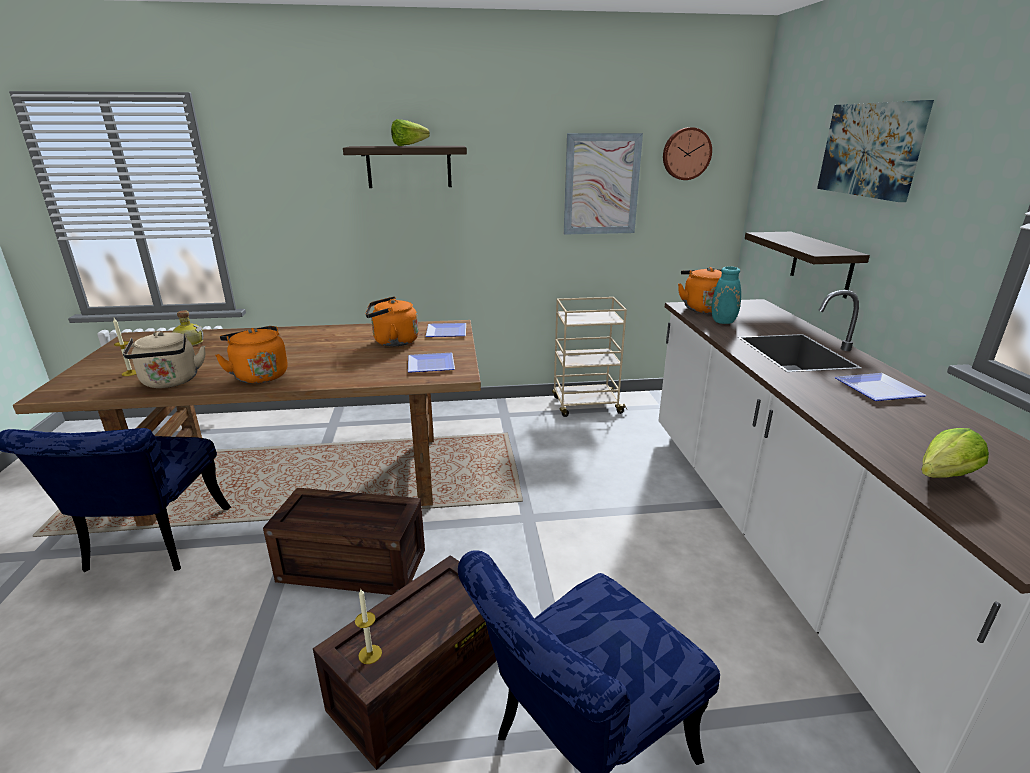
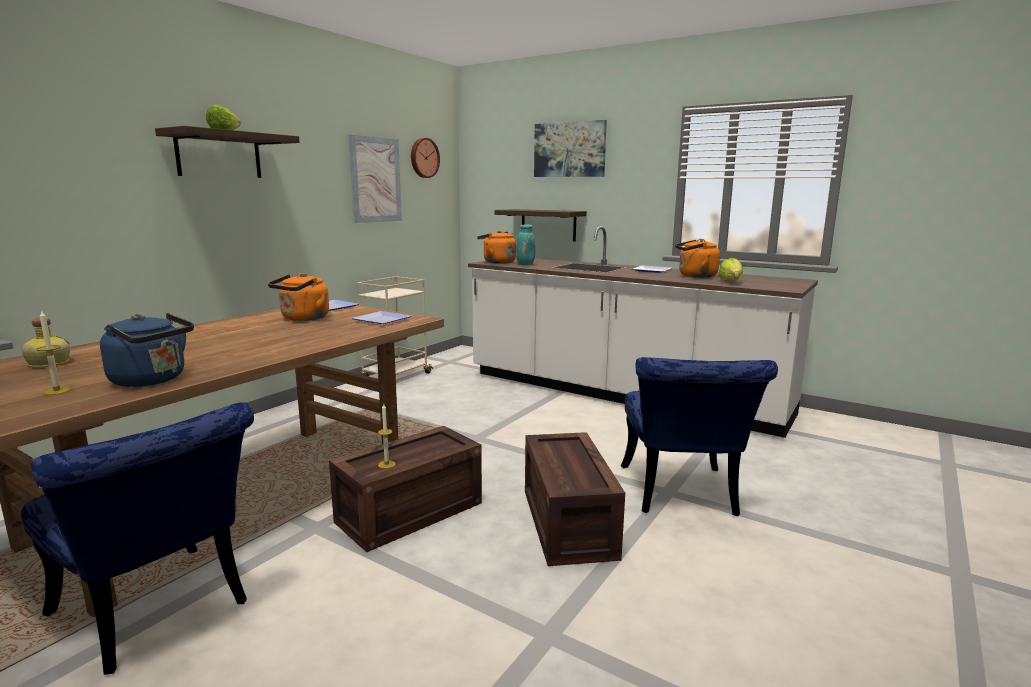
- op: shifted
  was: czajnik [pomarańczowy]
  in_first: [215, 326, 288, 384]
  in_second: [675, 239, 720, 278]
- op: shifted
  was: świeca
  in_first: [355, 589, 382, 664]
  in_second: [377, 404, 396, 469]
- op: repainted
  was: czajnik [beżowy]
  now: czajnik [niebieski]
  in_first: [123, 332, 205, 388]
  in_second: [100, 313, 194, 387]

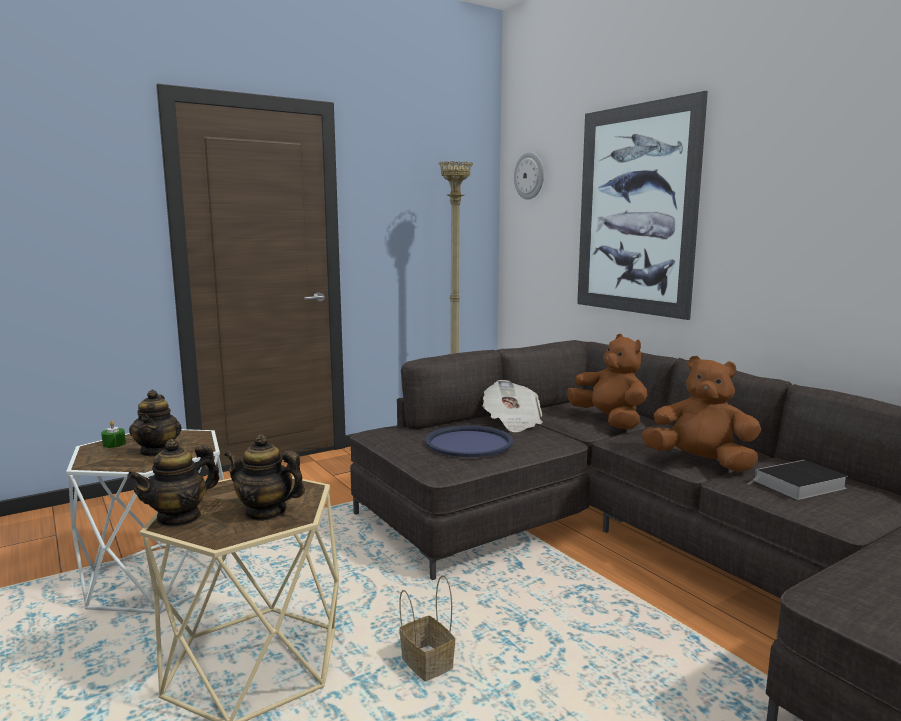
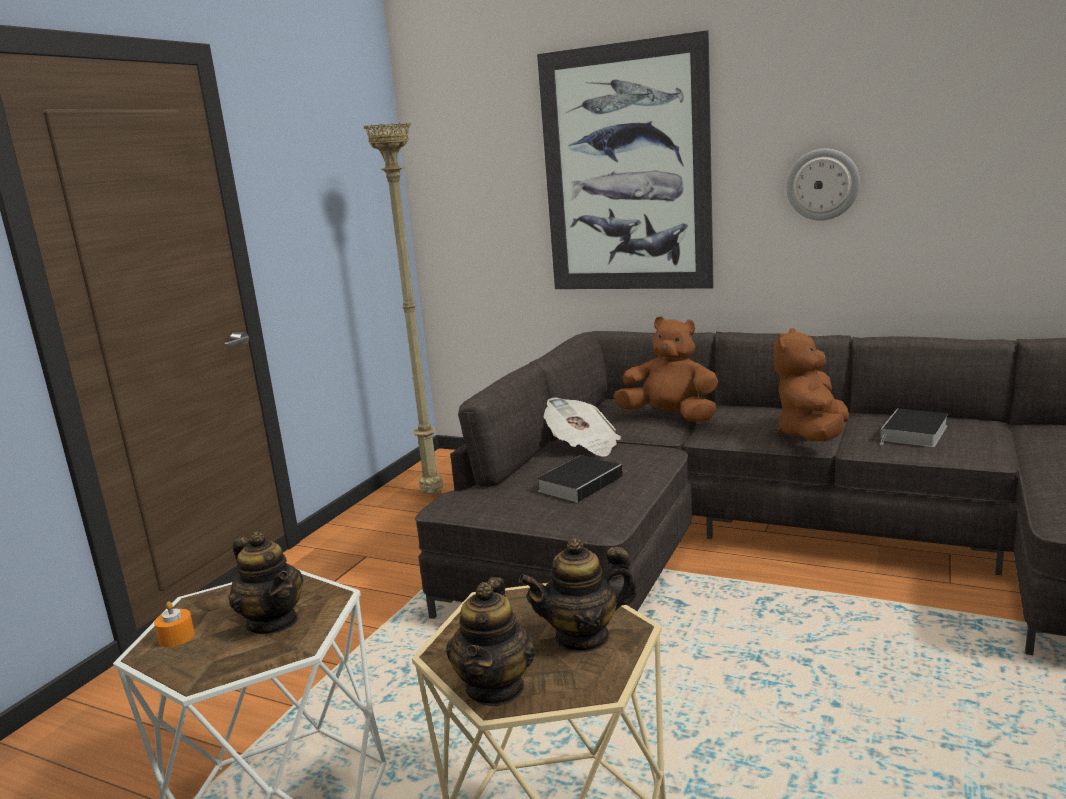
- op: gone
  was: koszyk
  in_first: [399, 575, 455, 681]
- op: shifted
  was: zegar ścienny
  in_first: [514, 152, 544, 200]
  in_second: [786, 148, 860, 221]
- op: swapped
  was: taca [niebieski]
  now: książka
  in_first: [425, 425, 513, 457]
  in_second: [537, 455, 626, 502]
- op: repainted
  was: świeca [zielony]
  now: świeca [pomarańczowy]
  in_first: [101, 421, 126, 448]
  in_second: [154, 601, 195, 647]
- op: rotated
  was: pluszak [brązowy]
  in_first: [641, 356, 761, 472]
  in_second: [774, 328, 849, 442]
  clockwise: -60

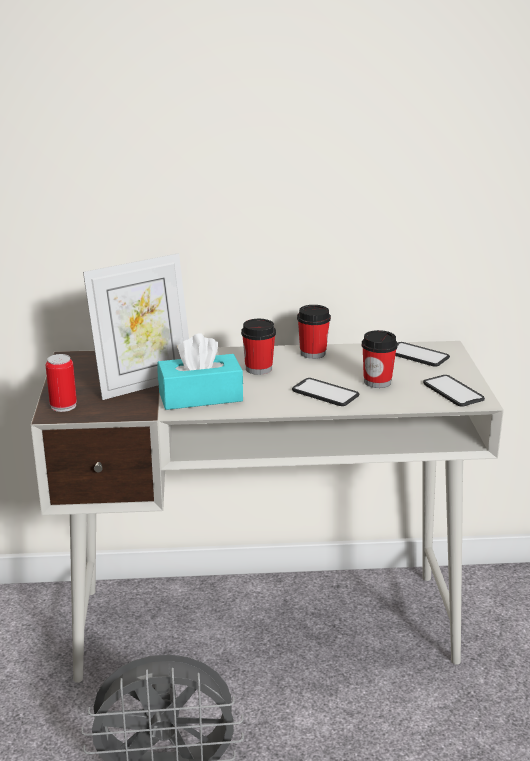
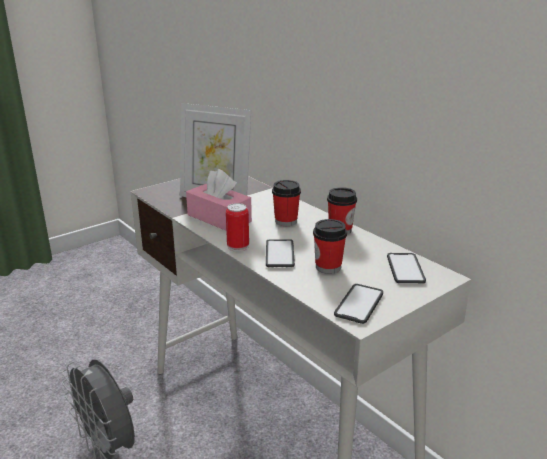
- op: shifted
  was: puszka
  in_first: [46, 354, 77, 412]
  in_second: [226, 203, 249, 252]
- op: repainted
  was: pudełko chusteczek [turkusowy]
  now: pudełko chusteczek [różowy]
  in_first: [157, 333, 243, 410]
  in_second: [186, 169, 252, 231]

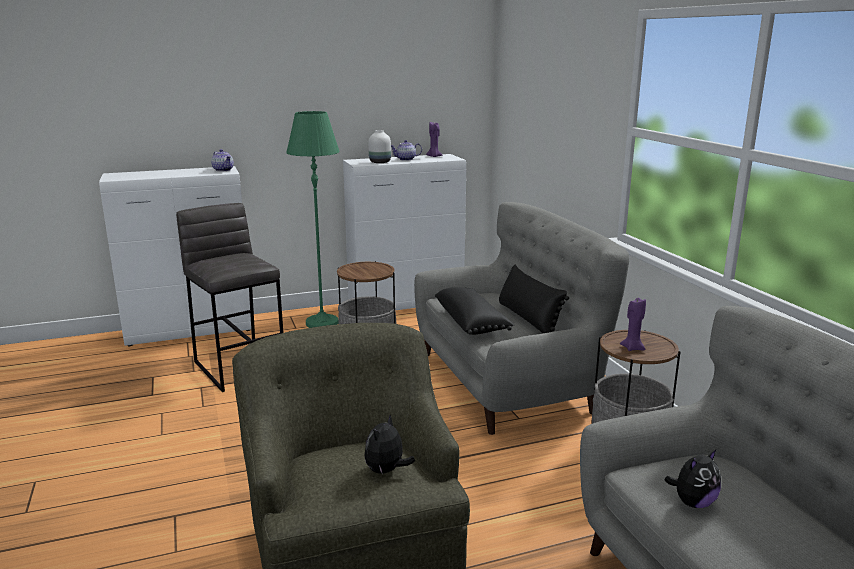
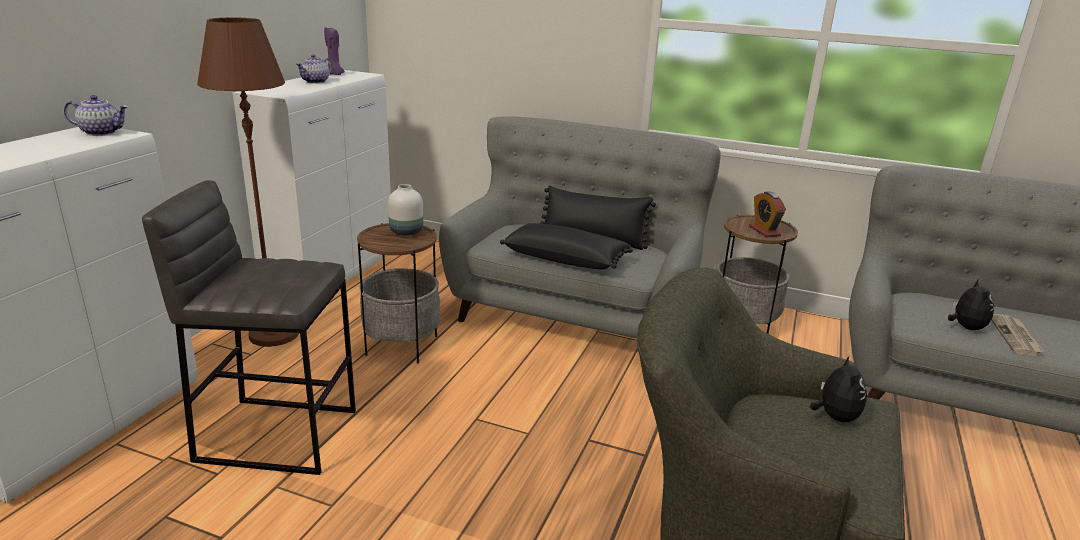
- op: new
  now: gazeta
  in_second: [991, 314, 1045, 356]
- op: shifted
  was: wazon [biały]
  in_first: [368, 130, 391, 163]
  in_second: [388, 184, 423, 236]
- op: swapped
  was: świeca [fioletowy]
  now: budzik
  in_first: [620, 298, 646, 351]
  in_second: [749, 191, 786, 238]
- op: repainted
  was: lampa stojąca [zielony]
  now: lampa stojąca [brązowy]
  in_first: [286, 111, 339, 328]
  in_second: [197, 17, 299, 347]
- op: rotated
  was: pluszak
  in_first: [365, 415, 415, 475]
  in_second: [810, 356, 867, 422]
  clockwise: -150

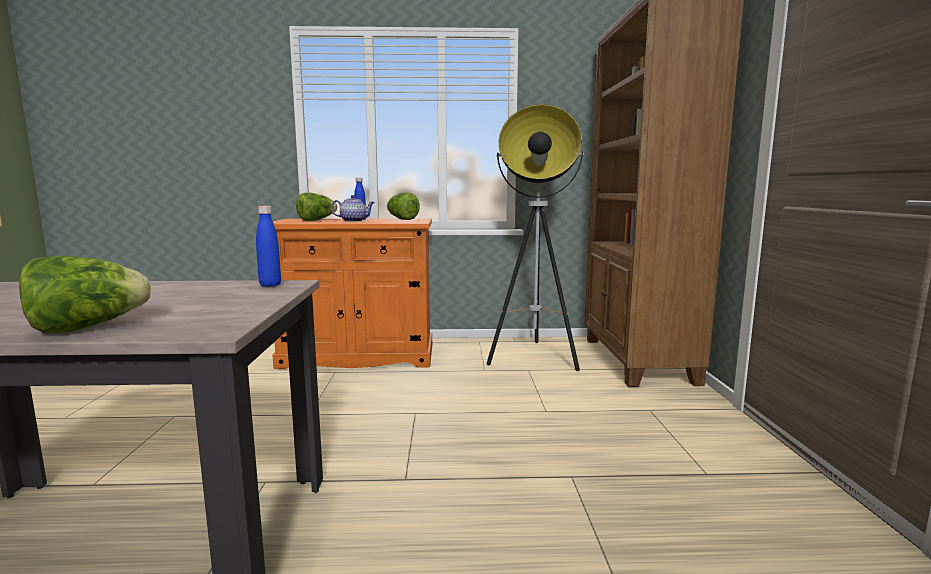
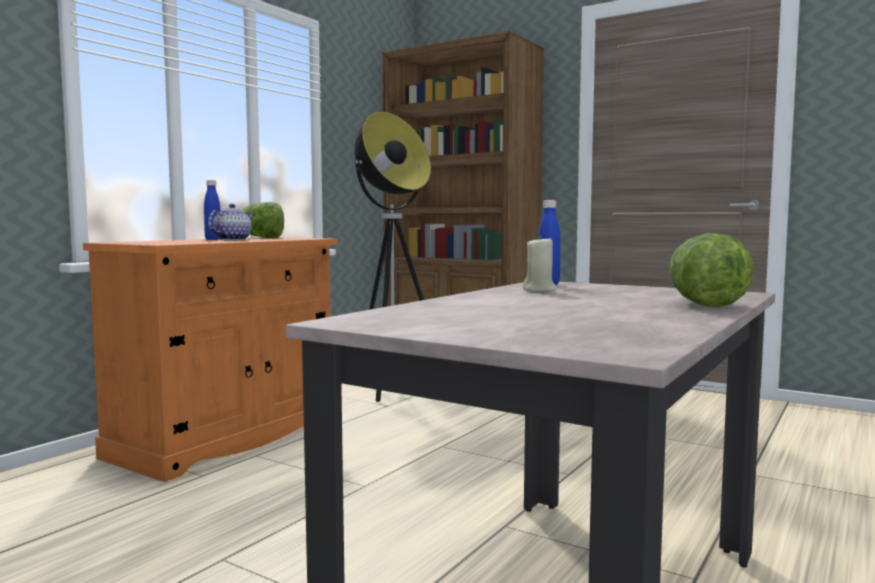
- op: gone
  was: sałata
  in_first: [296, 193, 337, 221]
- op: new
  now: świeca [beżowy]
  in_second: [523, 235, 557, 291]

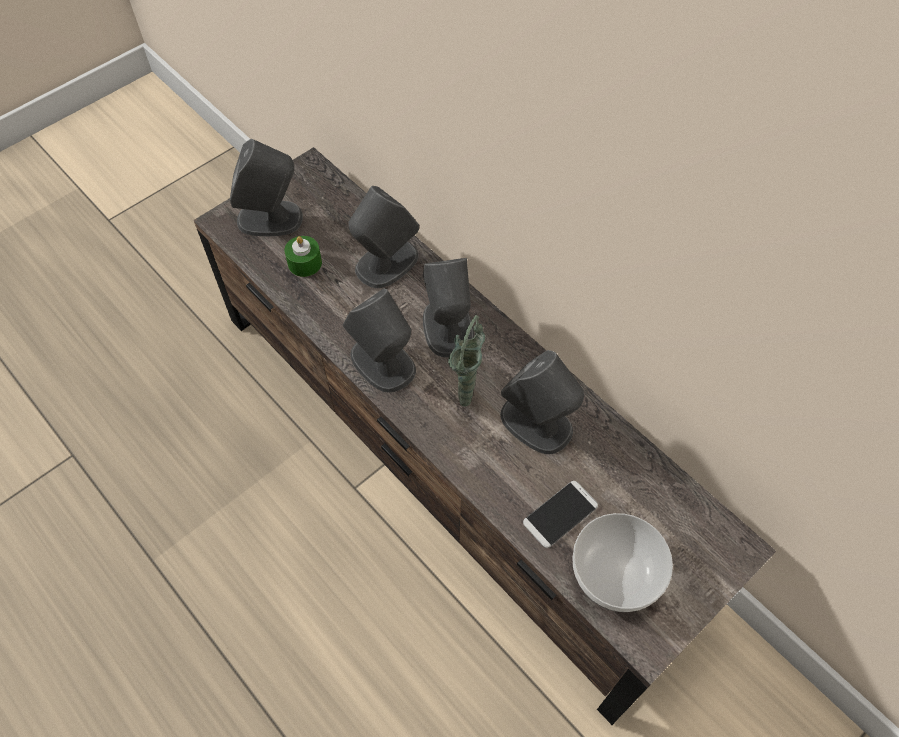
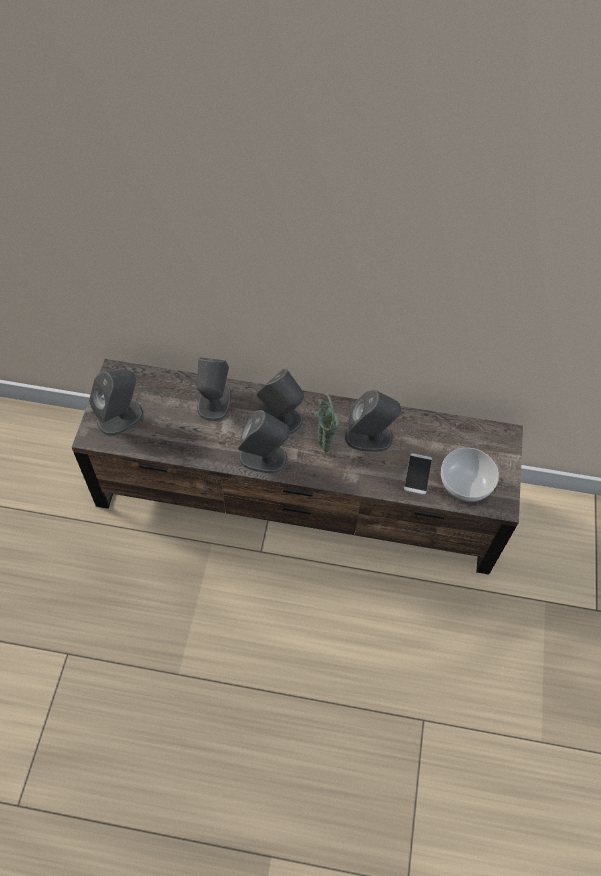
- op: gone
  was: świeca [zielony]
  in_first: [284, 236, 322, 277]

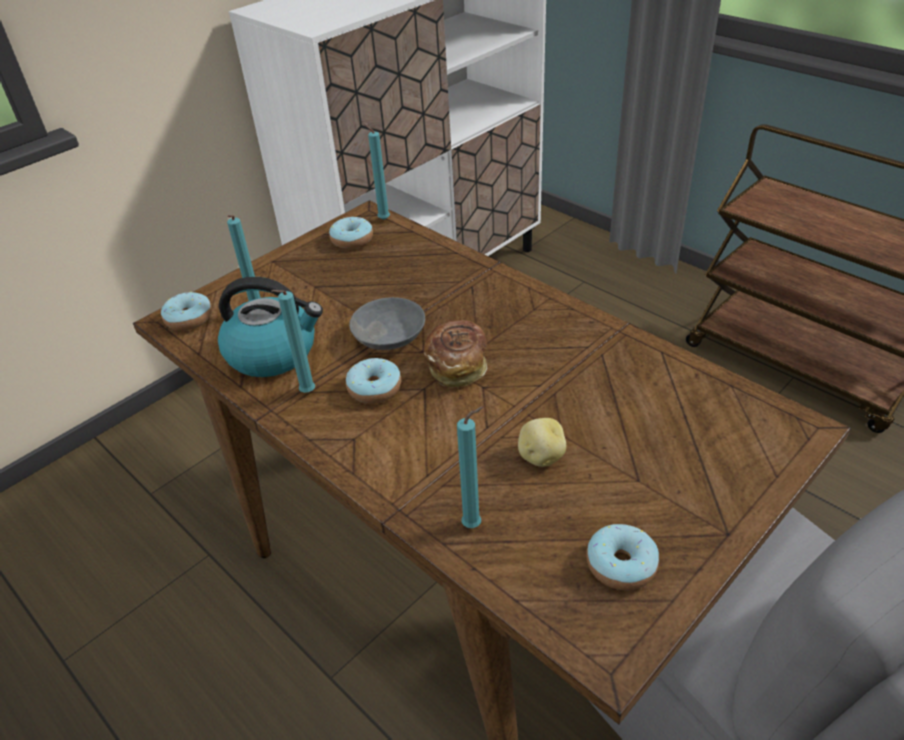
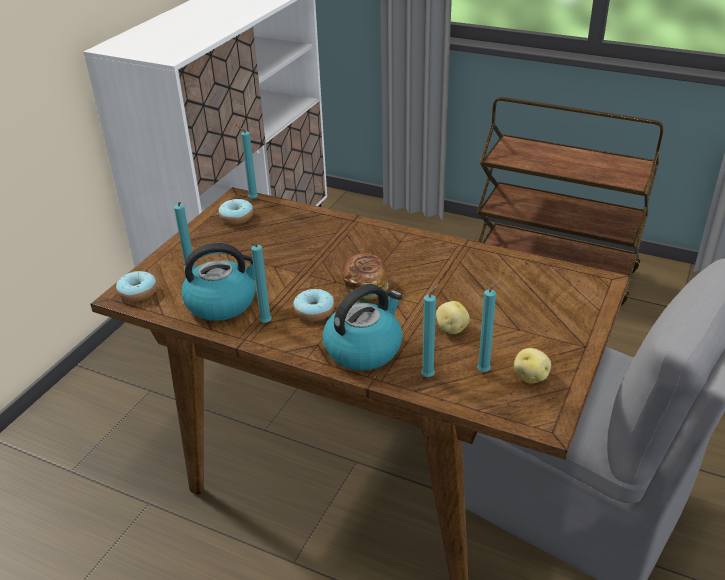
- op: gone
  was: miska [szary]
  in_first: [349, 297, 425, 350]
- op: new
  now: czajnik
  in_second: [323, 284, 403, 370]
- op: new
  now: świeca [turkusowy]
  in_second: [477, 280, 502, 372]
- op: swapped
  was: donut
  now: ziemniak
  in_first: [586, 524, 659, 590]
  in_second: [514, 348, 551, 384]

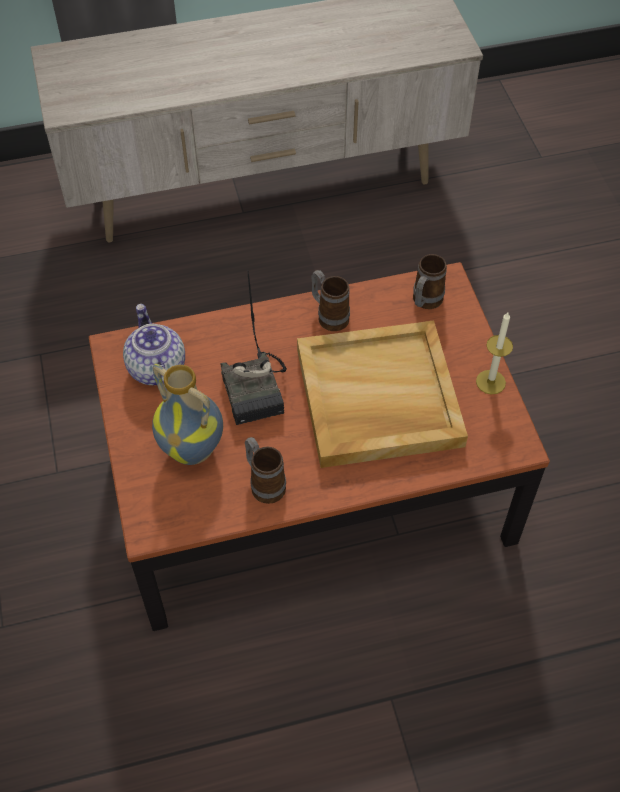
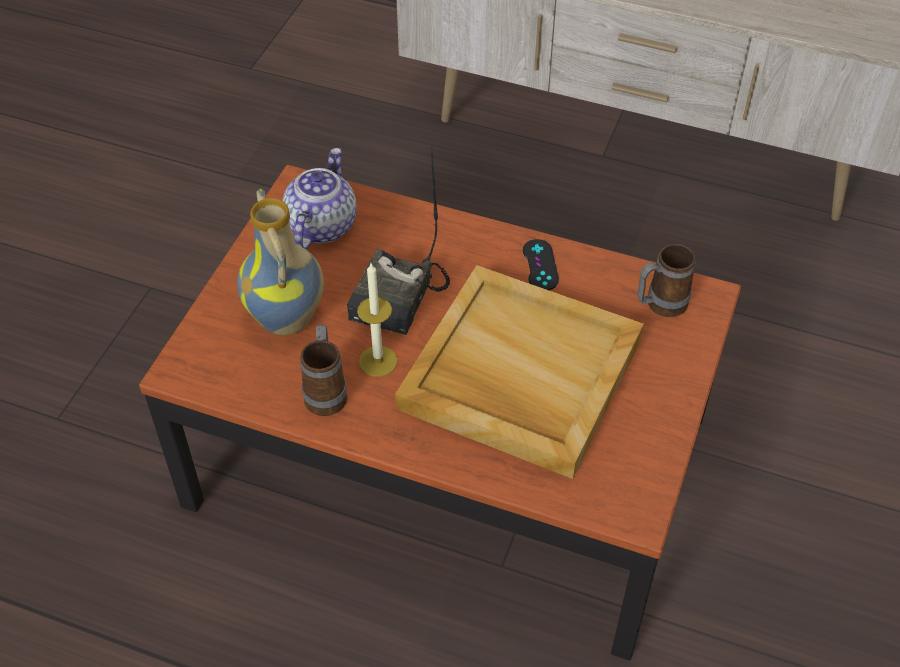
- op: shifted
  was: świeca
  in_first: [476, 312, 513, 395]
  in_second: [357, 263, 398, 377]
- op: swapped
  was: kubek
  now: pad do gier [czarny]
  in_first: [311, 270, 350, 331]
  in_second: [523, 239, 559, 290]

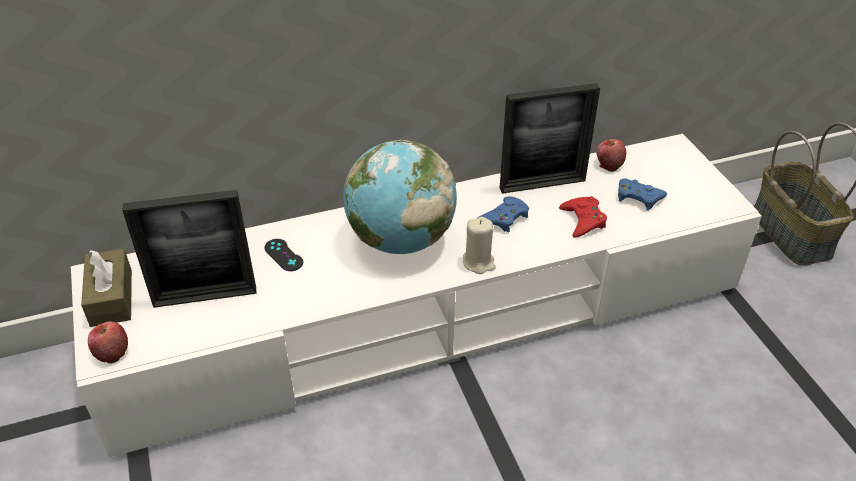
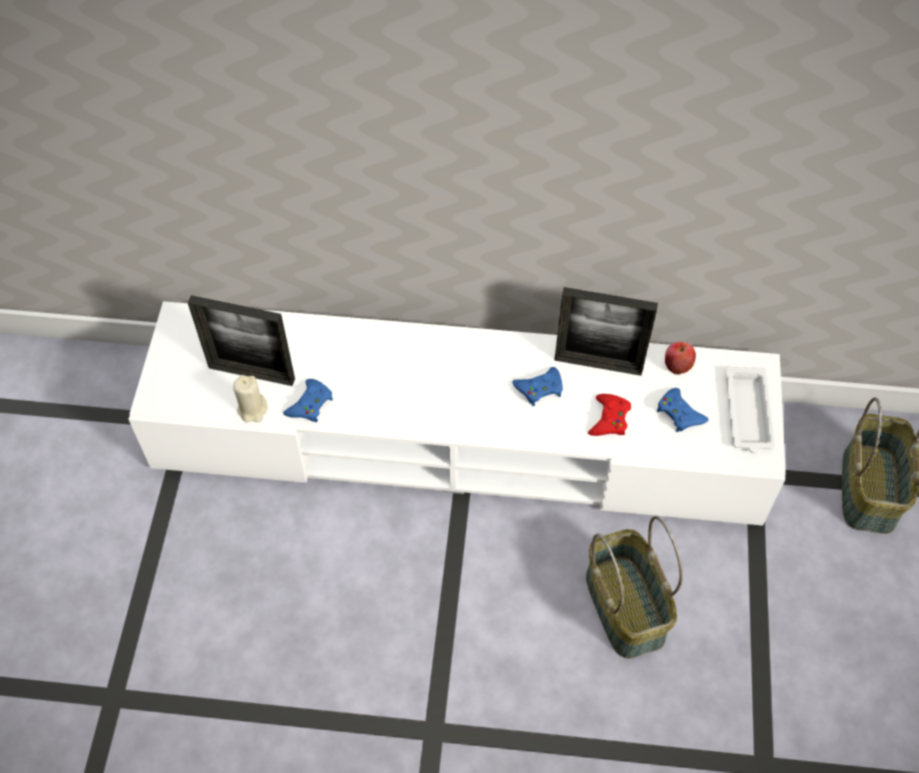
- op: gone
  was: pudełko chusteczek [brązowy]
  in_first: [81, 249, 132, 327]
- op: gone
  was: jabłko
  in_first: [88, 321, 128, 364]
- op: gone
  was: pad do gier [czarny]
  in_first: [264, 239, 303, 271]
- op: gone
  was: globus
  in_first: [343, 140, 457, 254]
- op: new
  now: pad do gier [niebieski]
  in_second: [283, 379, 333, 422]
- op: new
  now: koszyk
  in_second: [586, 516, 683, 659]
- op: new
  now: taca [biały]
  in_second: [726, 367, 775, 453]
- op: shifted
  was: świeca [beżowy]
  in_first: [463, 217, 496, 274]
  in_second: [233, 375, 268, 422]

